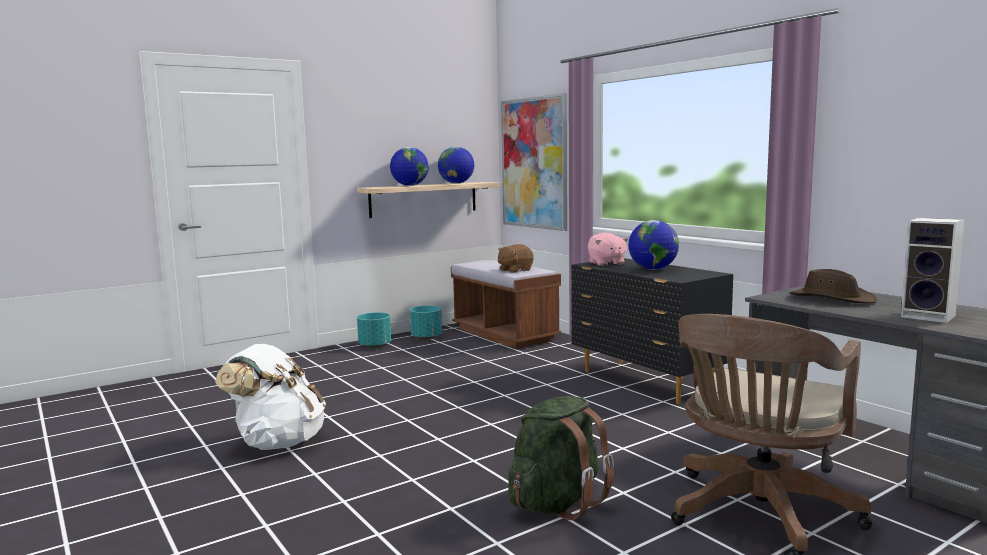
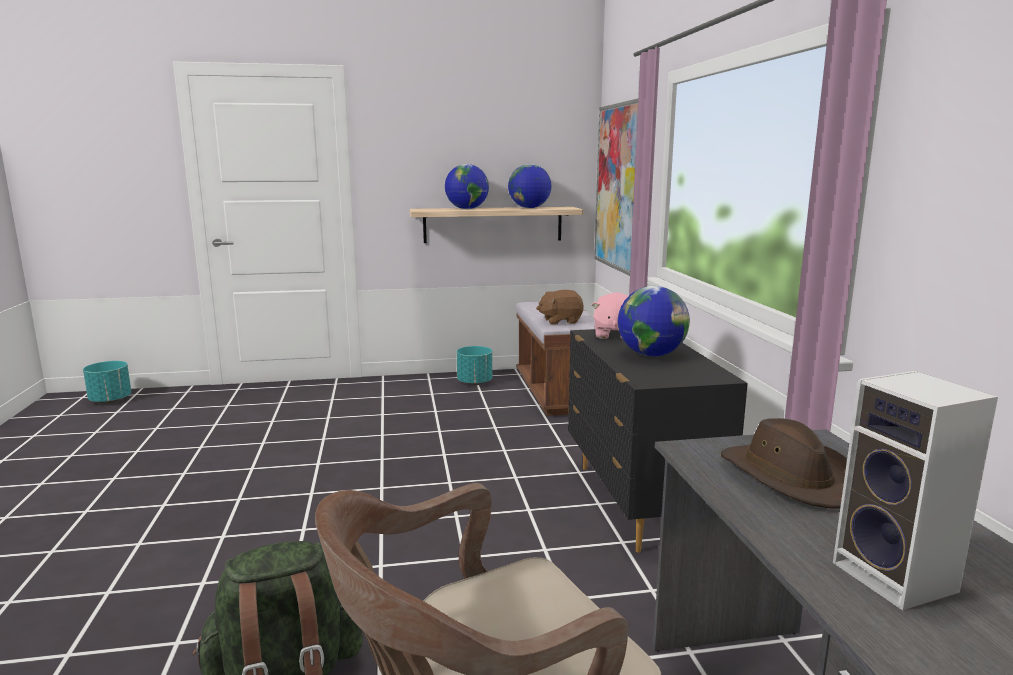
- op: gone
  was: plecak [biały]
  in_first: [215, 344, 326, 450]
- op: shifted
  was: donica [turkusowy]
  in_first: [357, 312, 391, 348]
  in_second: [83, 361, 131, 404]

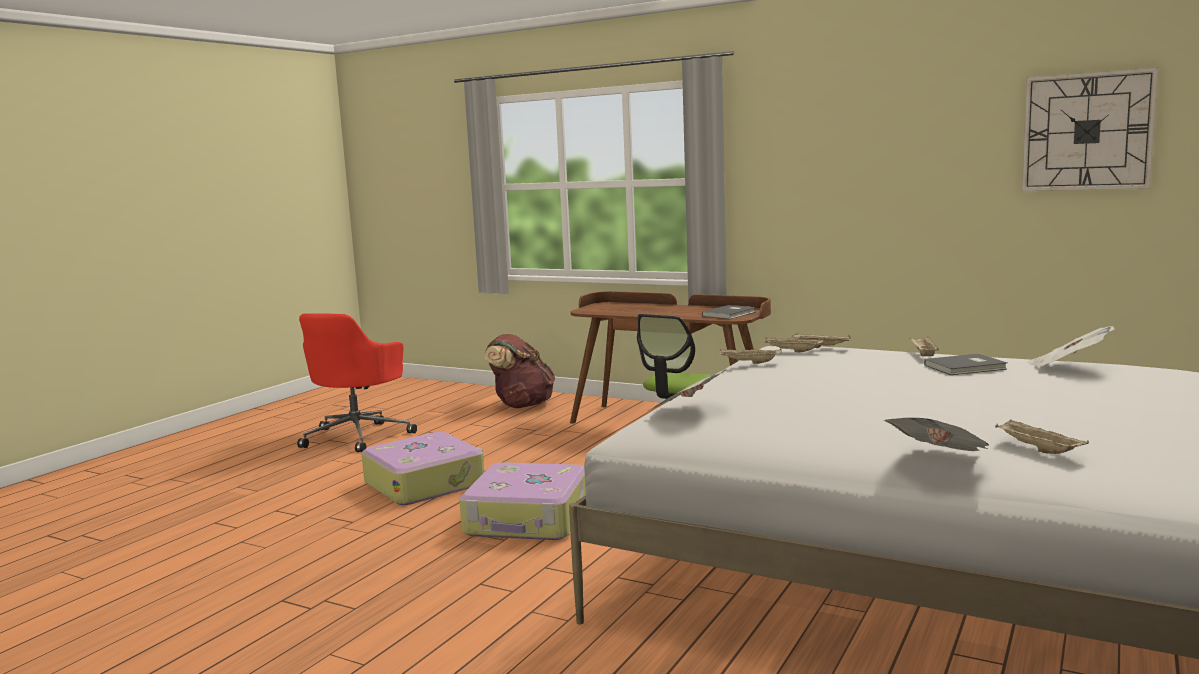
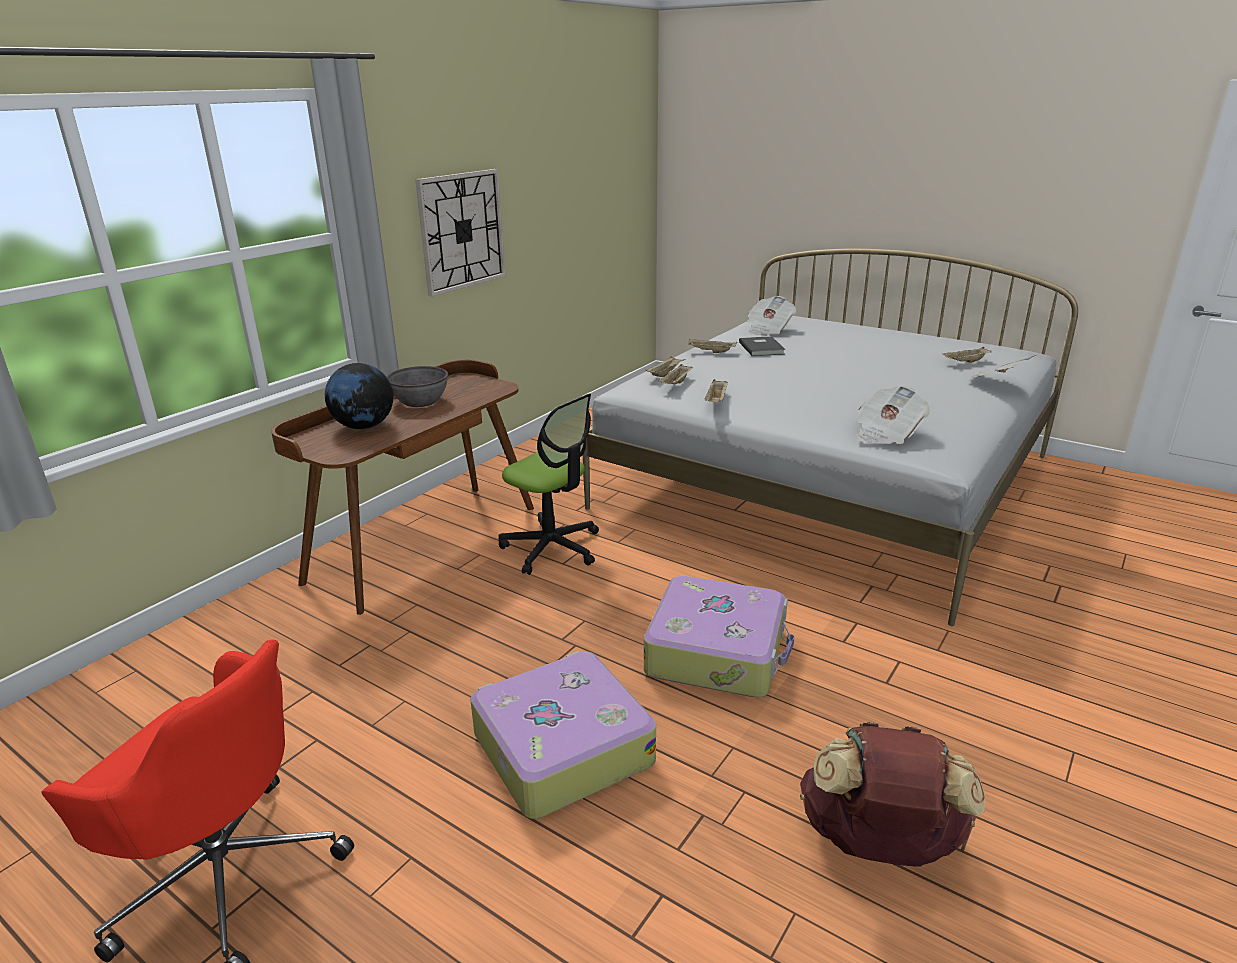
- op: gone
  was: książka [szary]
  in_first: [702, 305, 756, 319]
- op: new
  now: globus
  in_second: [325, 363, 393, 429]
- op: new
  now: miska [szary]
  in_second: [387, 366, 448, 407]
- op: shifted
  was: plecak [brązowy]
  in_first: [485, 334, 555, 408]
  in_second: [800, 722, 985, 867]
- op: shifted
  was: zegar ścienny
  in_first: [1022, 67, 1158, 191]
  in_second: [415, 169, 506, 297]

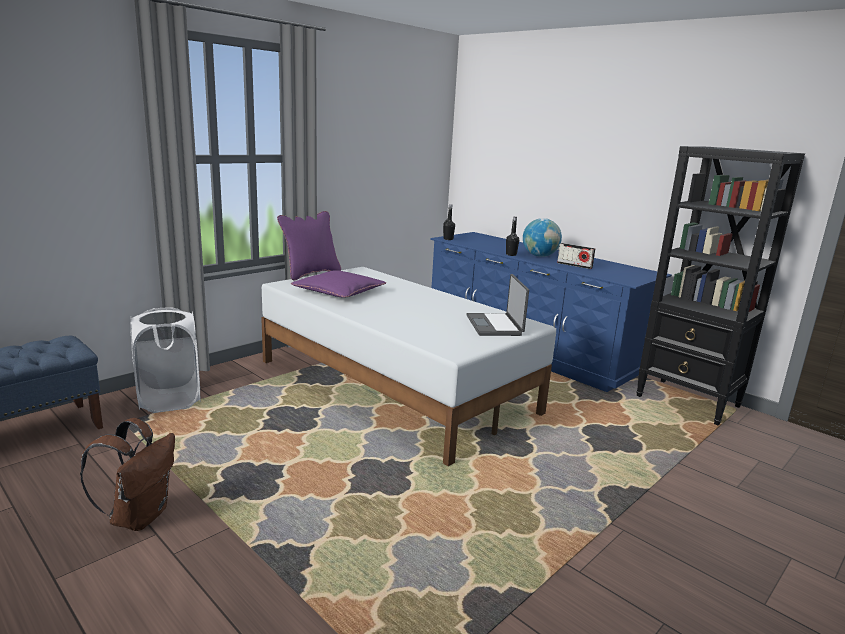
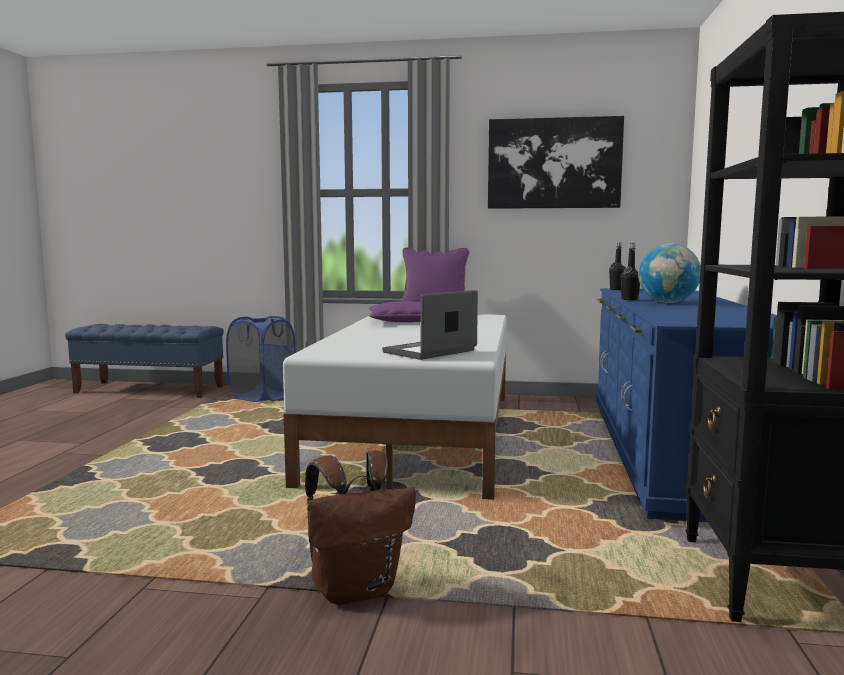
- op: gone
  was: radio
  in_first: [557, 243, 595, 269]
- op: new
  now: obraz
  in_second: [488, 116, 624, 209]
- op: shifted
  was: plecak [brązowy]
  in_first: [80, 418, 175, 531]
  in_second: [305, 450, 416, 605]
- op: repainted
  was: kosz na pranie [biały]
  now: kosz na pranie [niebieski]
  in_first: [130, 307, 201, 413]
  in_second: [226, 316, 296, 402]

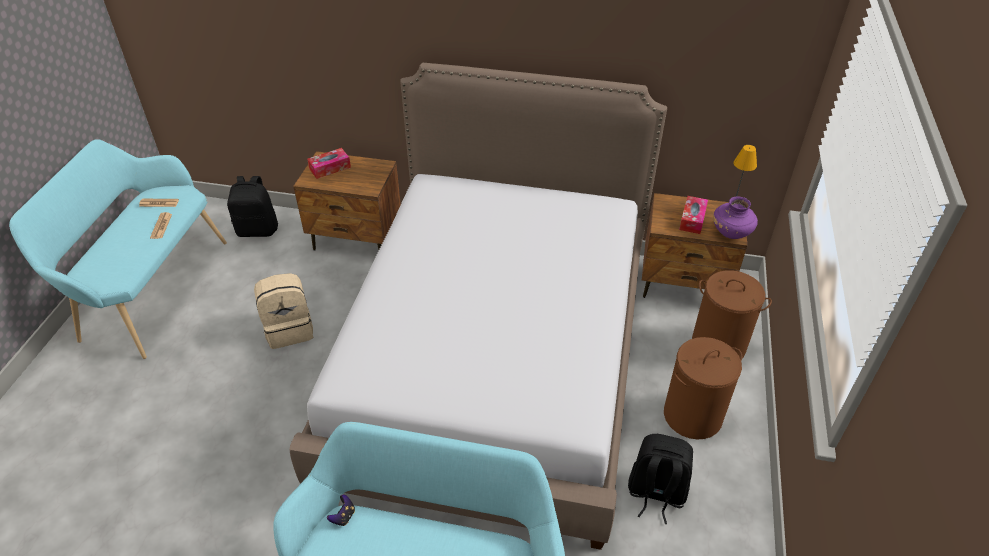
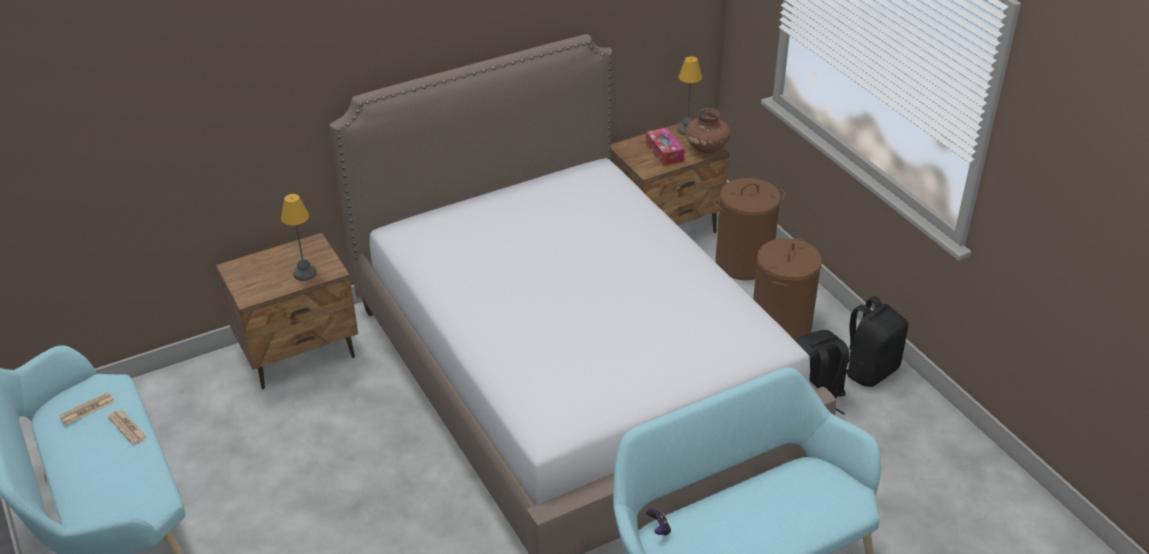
- op: gone
  was: plecak [beżowy]
  in_first: [254, 273, 313, 349]
- op: gone
  was: pudełko chusteczek
  in_first: [307, 148, 351, 179]
- op: new
  now: lampa stołowa
  in_second: [281, 194, 317, 281]
- op: shifted
  was: plecak [czarny]
  in_first: [227, 176, 278, 237]
  in_second: [846, 296, 908, 387]
- op: repainted
  was: wazon [fioletowy]
  now: wazon [brązowy]
  in_first: [713, 196, 758, 239]
  in_second: [685, 108, 731, 153]

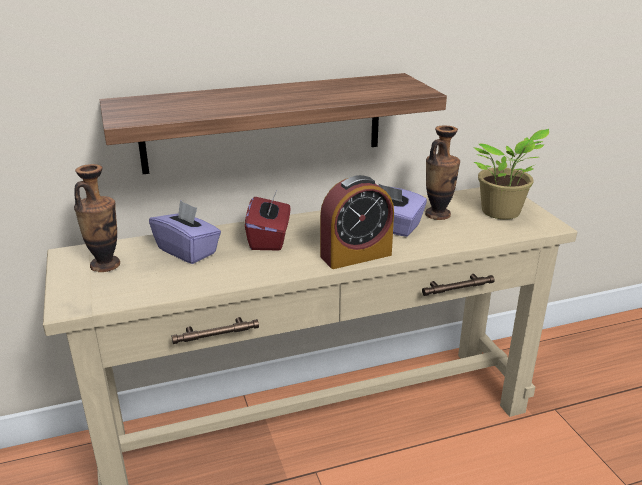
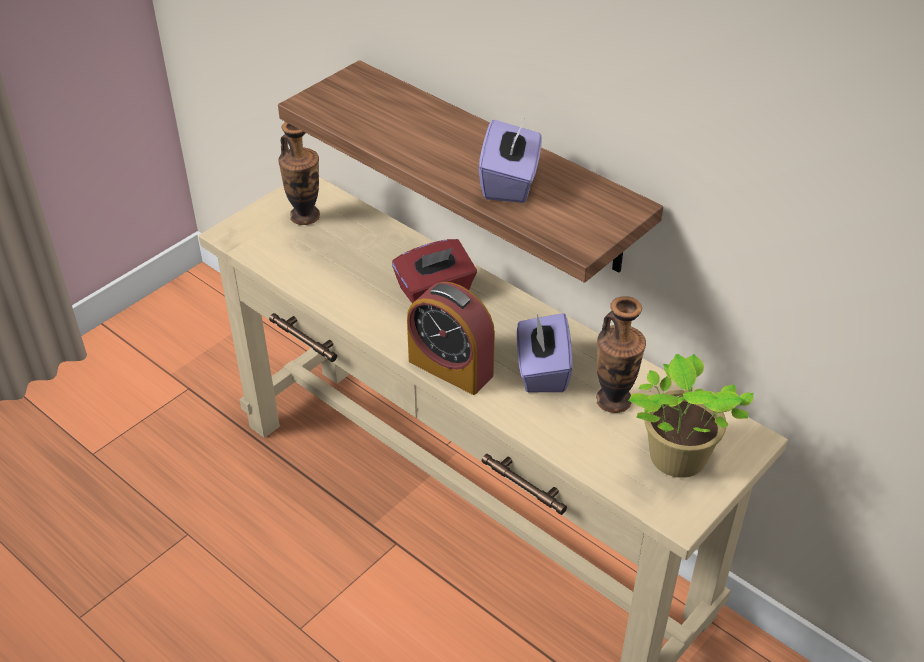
- op: shifted
  was: pudełko chusteczek [fioletowy]
  in_first: [149, 200, 221, 264]
  in_second: [479, 120, 542, 203]

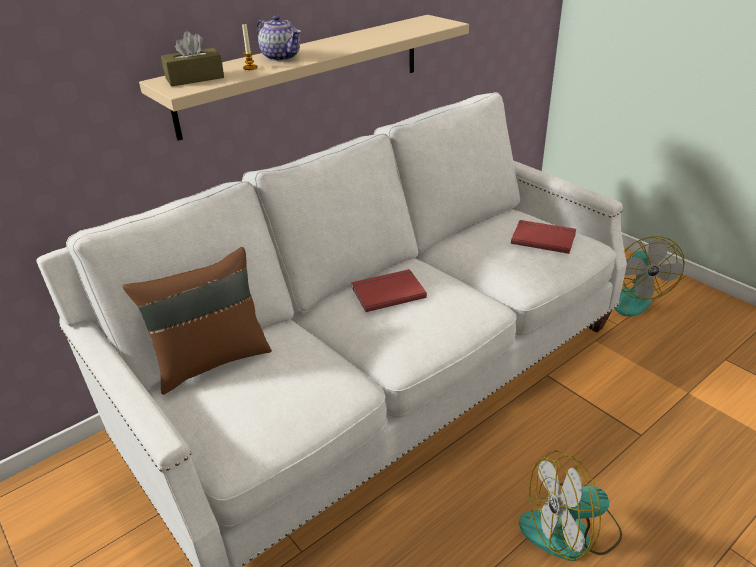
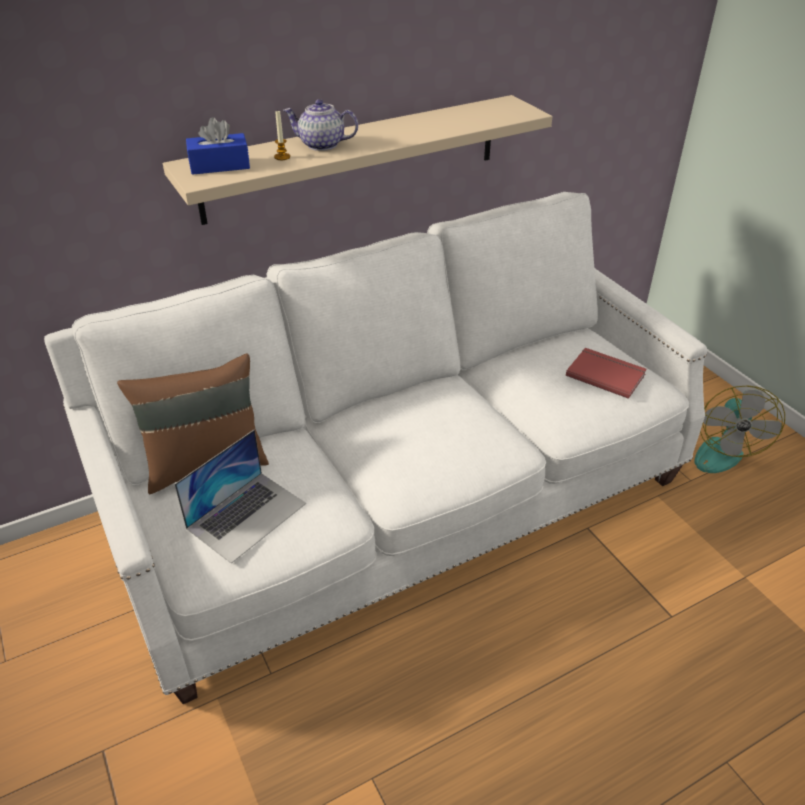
- op: gone
  was: książka [czerwony]
  in_first: [351, 269, 427, 312]
- op: gone
  was: wentylator
  in_first: [519, 450, 622, 561]
- op: new
  now: laptop
  in_second: [174, 430, 306, 564]
- op: repainted
  was: pudełko chusteczek [brązowy]
  now: pudełko chusteczek [niebieski]
  in_first: [161, 31, 224, 86]
  in_second: [186, 117, 250, 175]
- op: rotated
  was: imbryk
  in_first: [256, 15, 301, 61]
  in_second: [283, 99, 358, 151]
  clockwise: 135

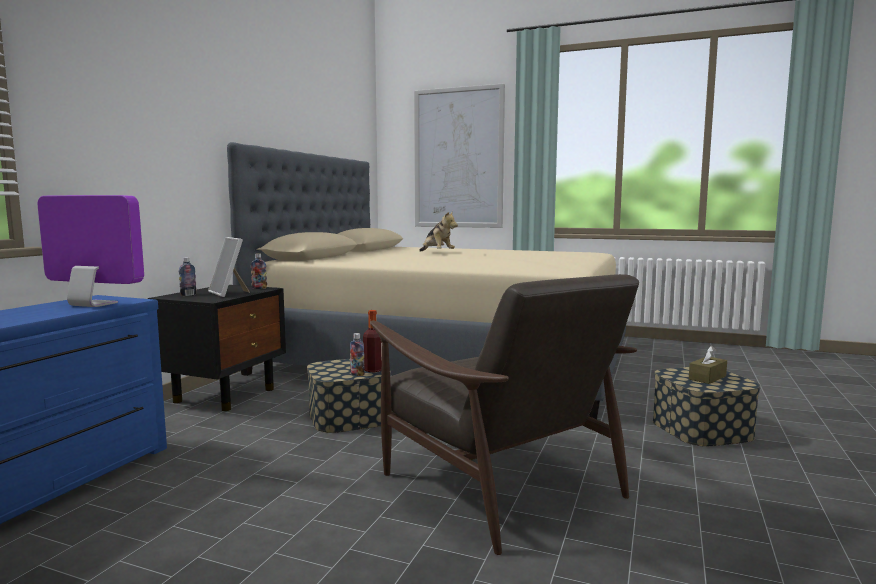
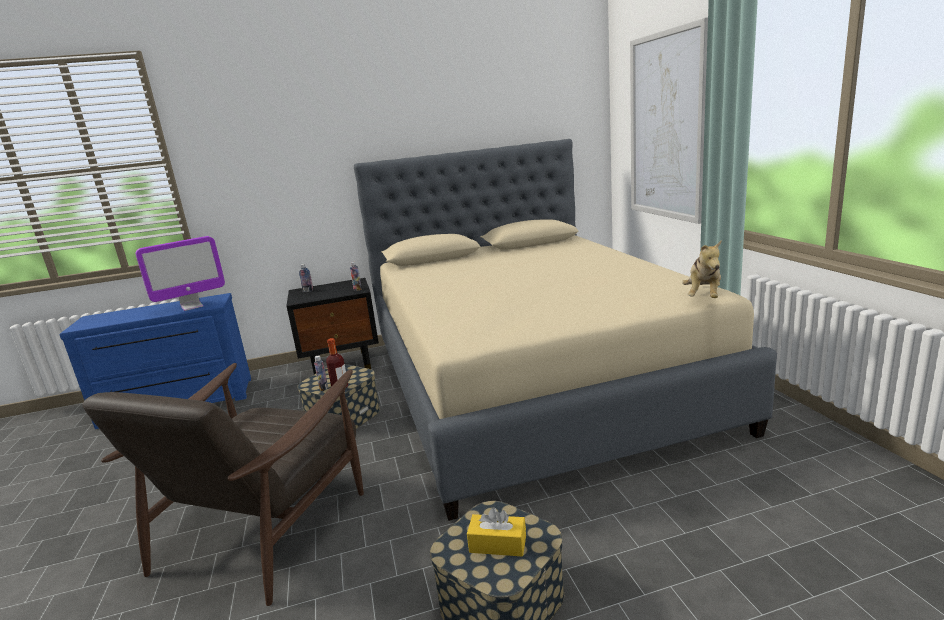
- op: gone
  was: ramka na zdjęcie
  in_first: [208, 237, 250, 297]
- op: shifted
  was: pluszak
  in_first: [419, 211, 458, 252]
  in_second: [682, 241, 721, 298]
- op: repainted
  was: pudełko chusteczek [brązowy]
  now: pudełko chusteczek [żółty]
  in_first: [689, 346, 727, 384]
  in_second: [467, 507, 526, 557]
- op: rotated
  was: monitor
  in_first: [37, 195, 144, 307]
  in_second: [135, 236, 225, 311]
  clockwise: 75

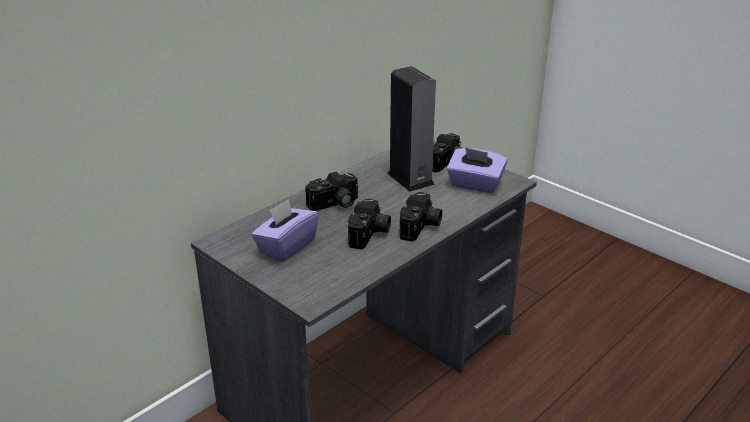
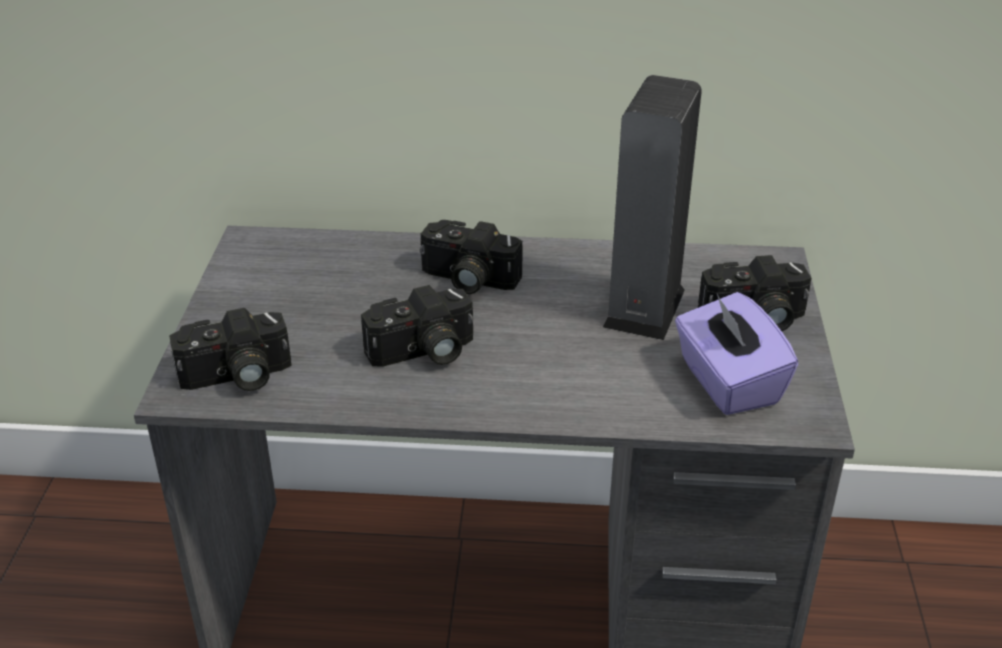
- op: gone
  was: pudełko chusteczek [fioletowy]
  in_first: [251, 199, 319, 262]
- op: shifted
  was: aparat fotograficzny
  in_first: [400, 192, 442, 242]
  in_second: [169, 308, 292, 391]

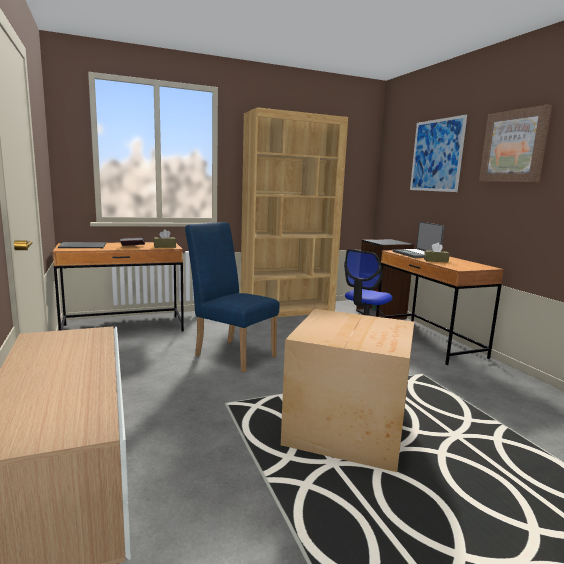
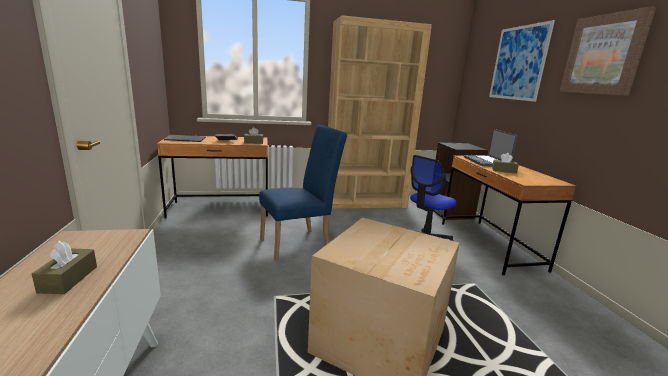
- op: new
  now: pudełko chusteczek [brązowy]
  in_second: [32, 241, 97, 294]
- op: rotated
  was: krzesło [niebieski]
  in_first: [185, 222, 279, 373]
  in_second: [259, 125, 347, 260]
  clockwise: 105

